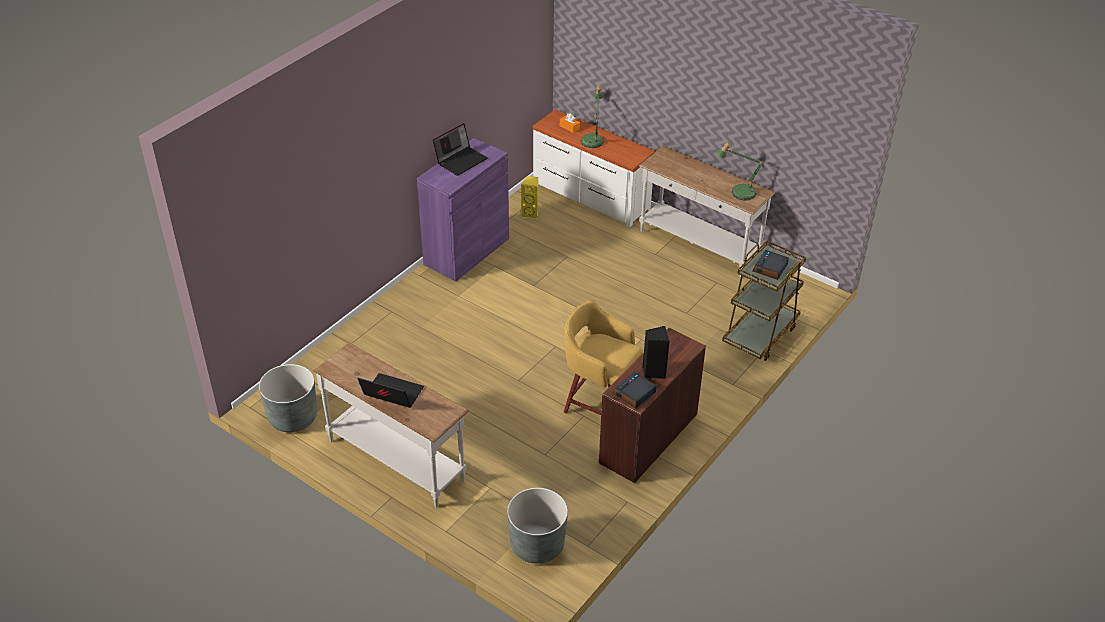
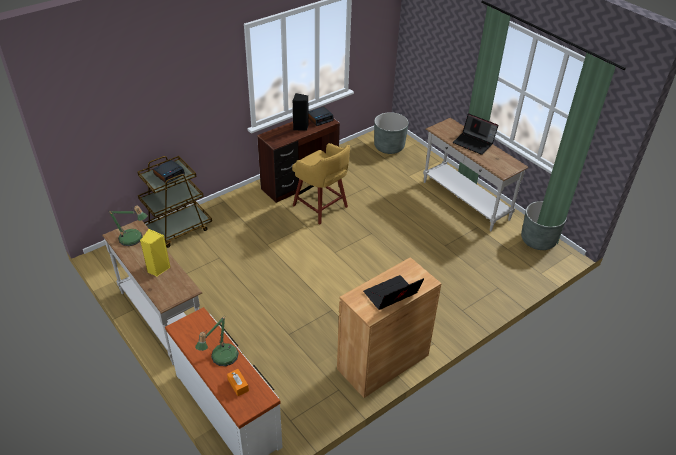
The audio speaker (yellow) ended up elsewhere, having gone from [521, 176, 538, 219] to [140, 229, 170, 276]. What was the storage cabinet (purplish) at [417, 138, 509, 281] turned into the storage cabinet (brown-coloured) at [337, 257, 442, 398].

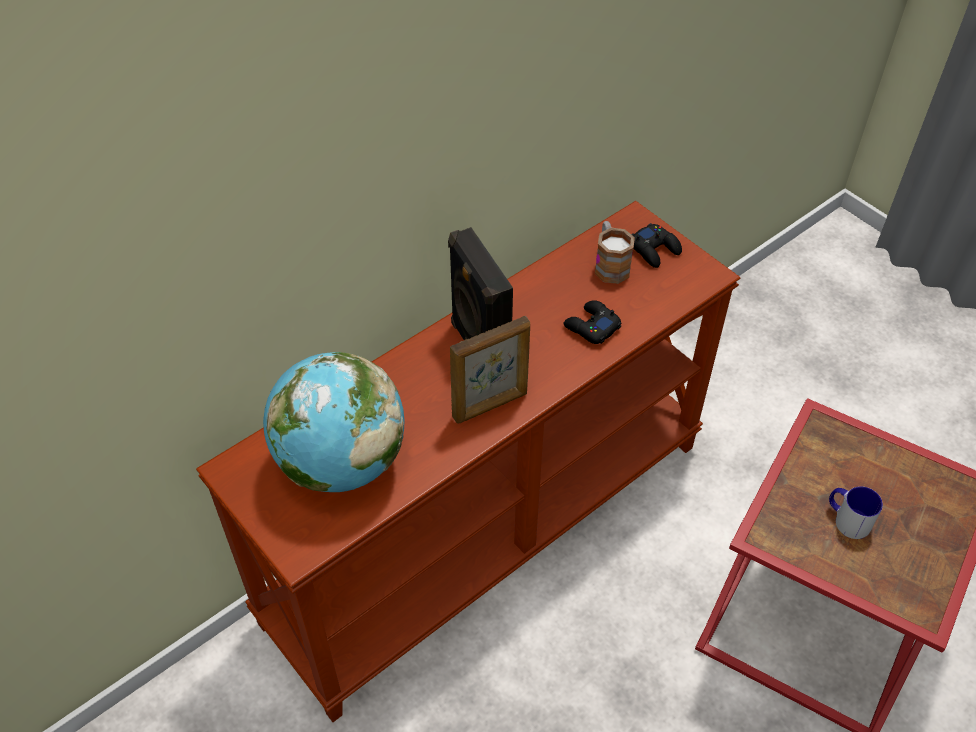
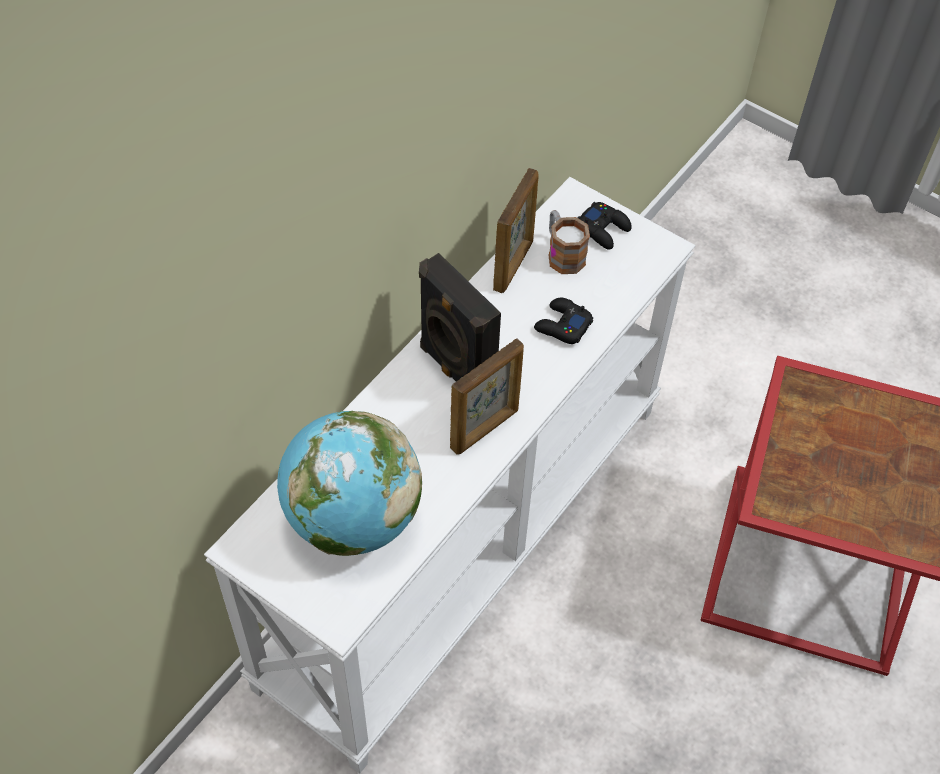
What was the hall table (brown-coloured) at [196, 201, 740, 722] turned into the hall table (white) at [204, 177, 695, 774]. The second view gained the standing frame at [493, 168, 539, 293]. The second view lost the tea mug at [829, 486, 883, 539].

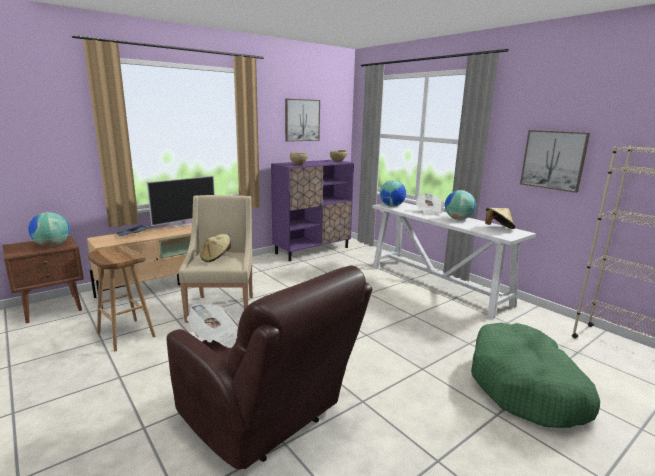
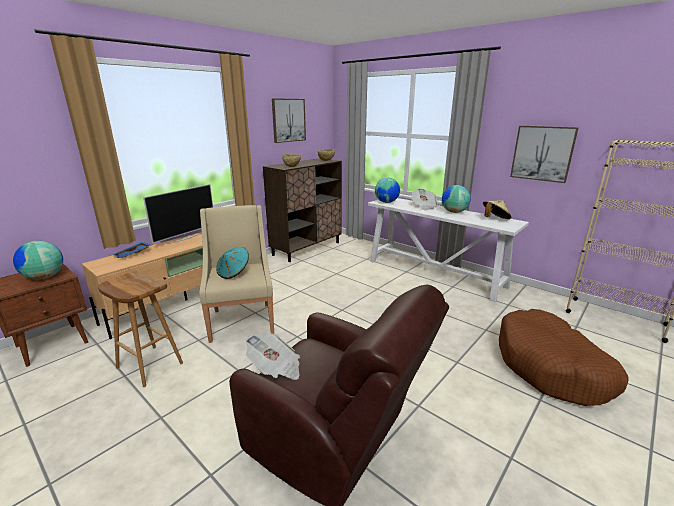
What was the hat (beige) at [200, 234, 231, 262] turned into the hat (turquoise) at [216, 247, 249, 279]. What was the storage cabinet (purplish) at [271, 160, 354, 261] turned into the storage cabinet (brown-coloured) at [263, 158, 342, 262]. What was the pet bed (green) at [471, 323, 600, 428] turned into the pet bed (brown-coloured) at [499, 309, 629, 406].

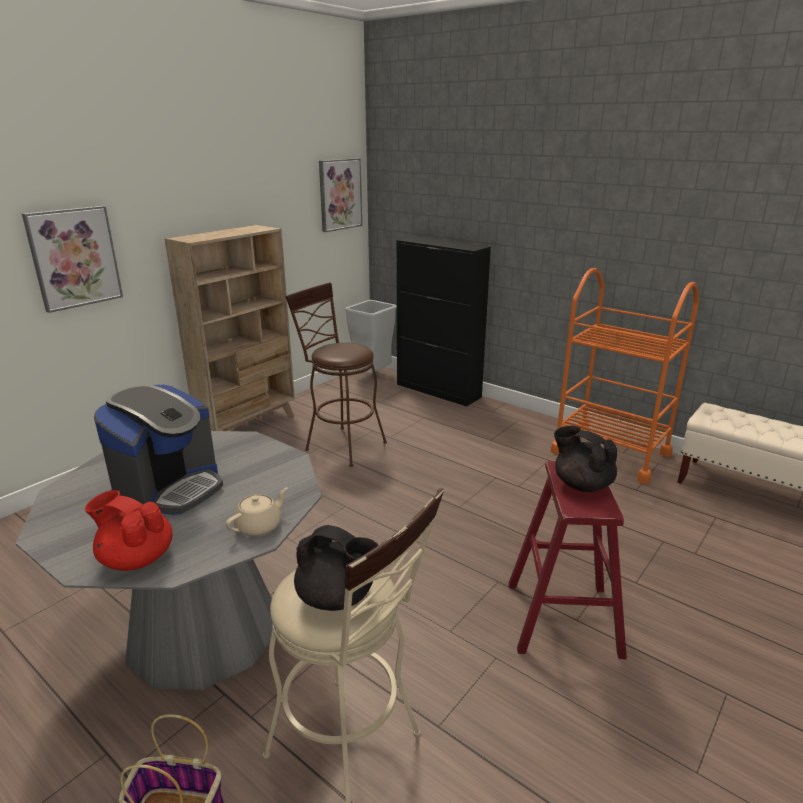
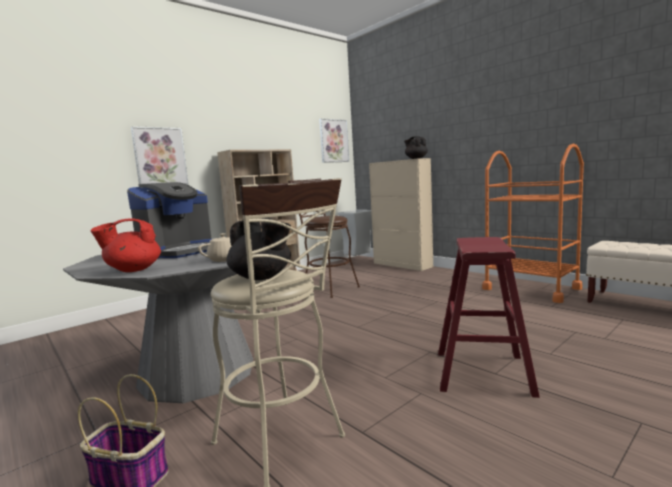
The tea pot (red-coloured) at [85, 490, 173, 571] ended up facing another way, 60 degrees counterclockwise from before. What was the storage cabinet (black-coloured) at [397, 236, 491, 407] turned into the storage cabinet (beige) at [369, 158, 433, 271]. The tea pot (black-coloured) ended up elsewhere, having gone from [554, 426, 617, 492] to [404, 136, 428, 159].

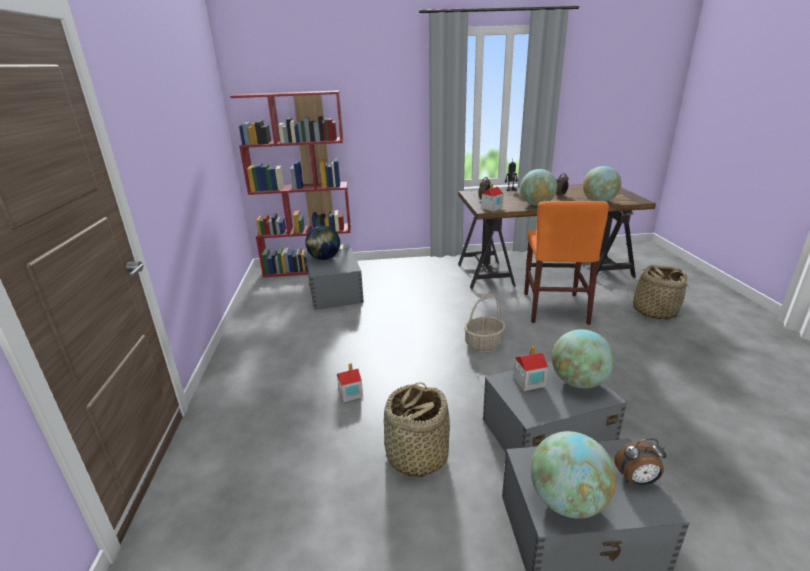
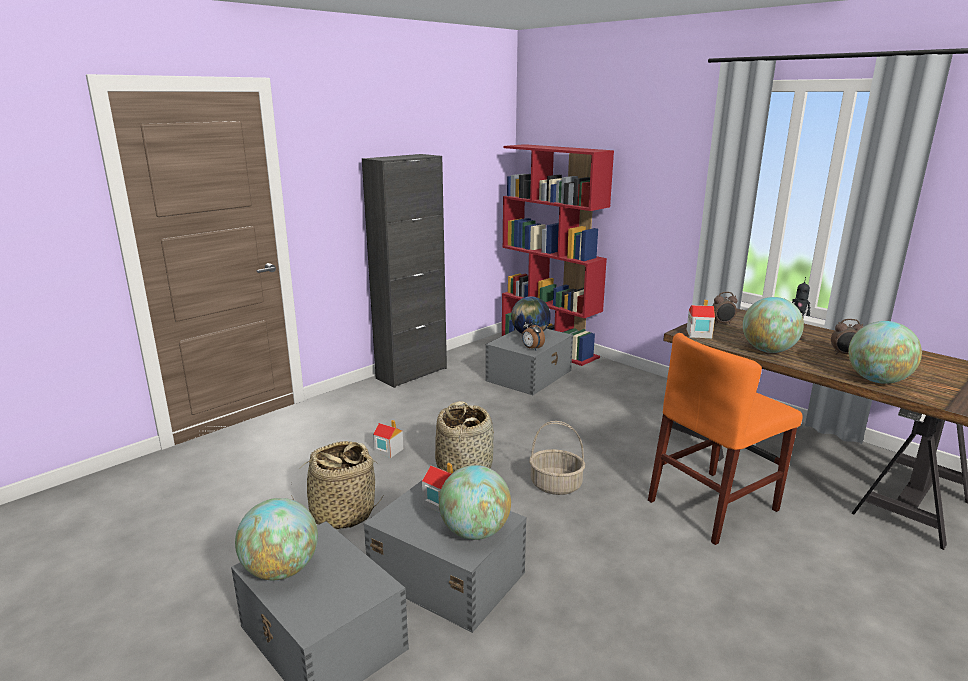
The second view gained the storage cabinet (black-coloured) at [362, 154, 447, 388]. The storage basket ended up elsewhere, having gone from [627, 265, 690, 320] to [435, 401, 494, 473]. The alarm clock ended up elsewhere, having gone from [614, 439, 666, 486] to [522, 319, 545, 350].

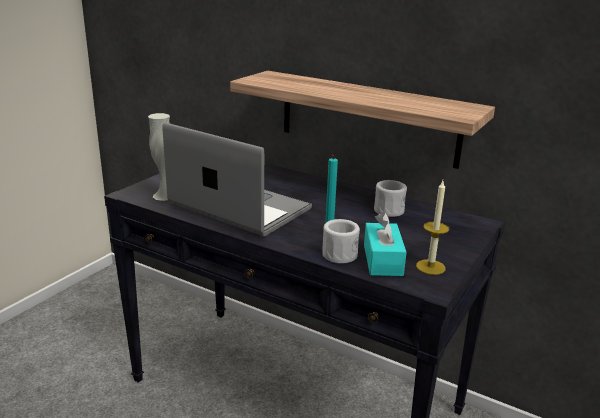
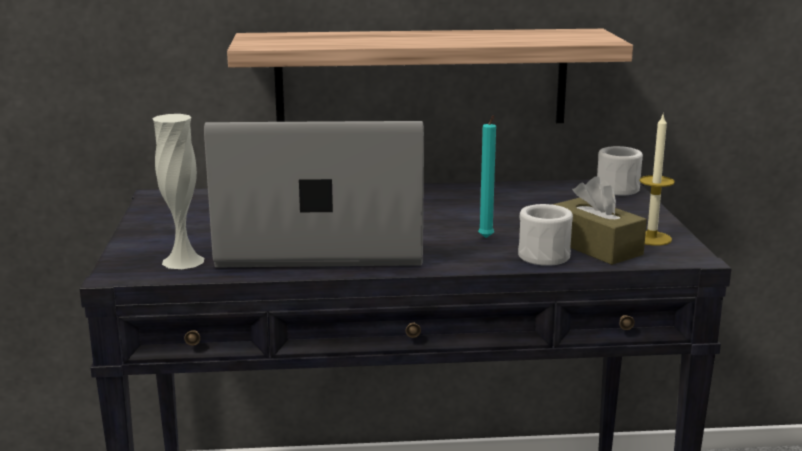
What was the box of tissues (turquoise) at [364, 212, 407, 276] turned into the box of tissues (brown-coloured) at [552, 177, 647, 265]. The tea mug (white) ended up elsewhere, having gone from [374, 180, 407, 217] to [597, 146, 643, 196].

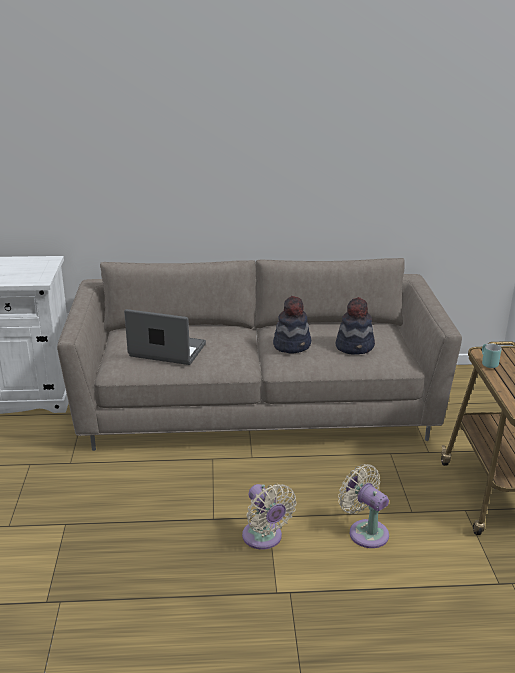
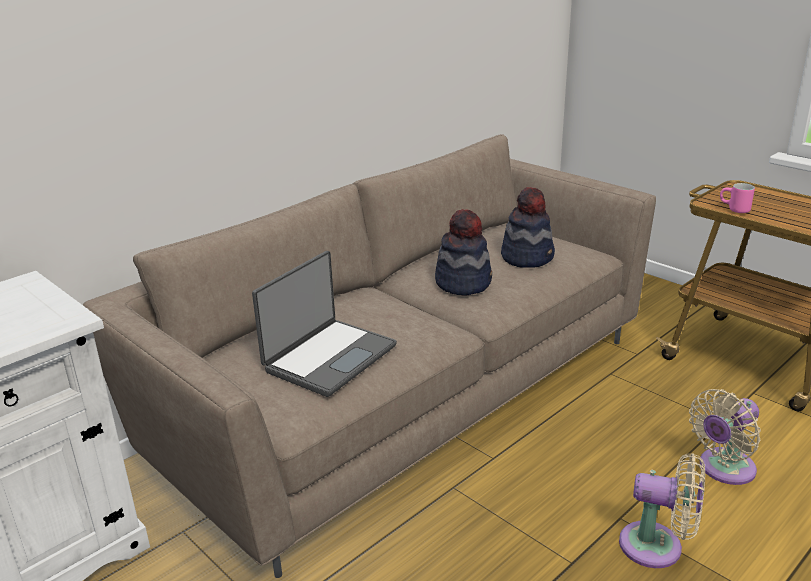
The notebook computer at [124, 309, 206, 365] ended up facing another way, 150 degrees clockwise from before. The electric fan (beige) at [338, 464, 389, 548] ended up facing another way, 45 degrees counterclockwise from before. What was the tea mug (turquoise) at [482, 343, 502, 368] turned into the tea mug (pinkish) at [720, 183, 755, 213].

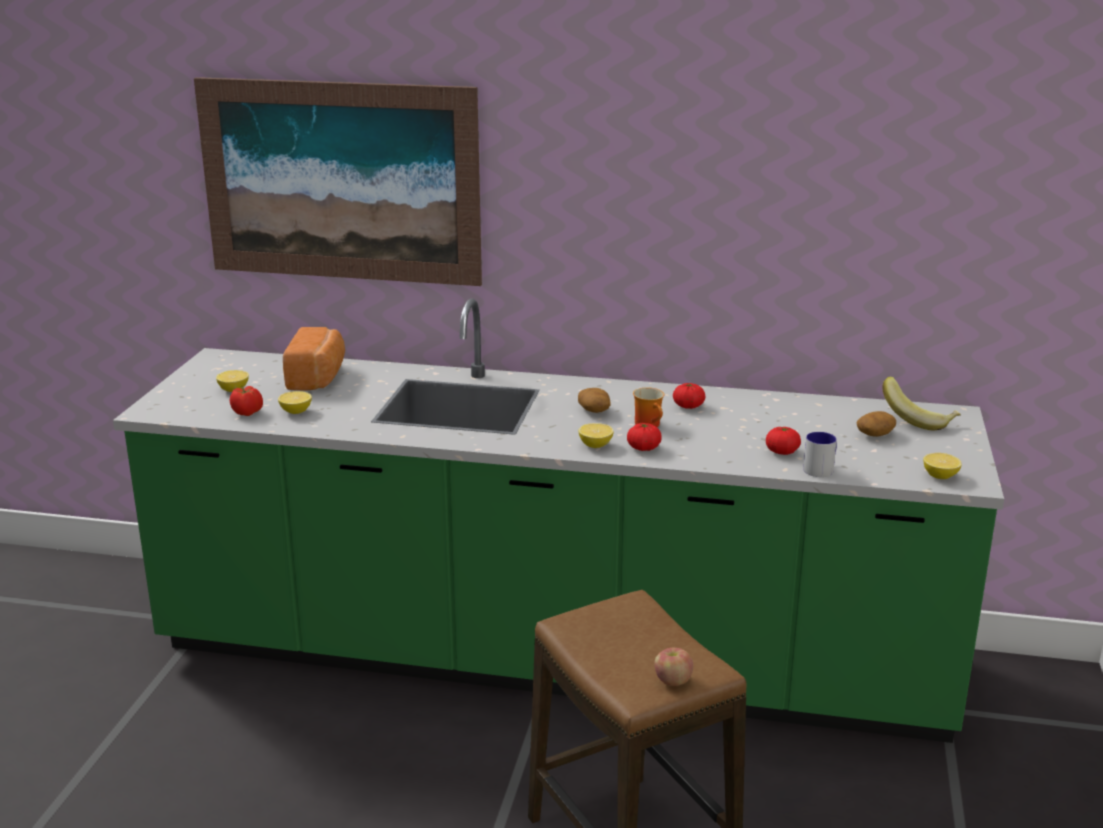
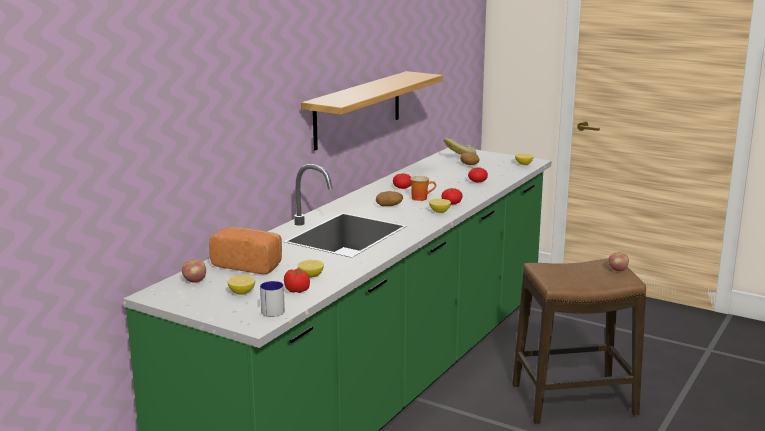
The second view gained the apple at [182, 259, 206, 282]. The tea mug ended up elsewhere, having gone from [803, 432, 837, 477] to [260, 281, 285, 317]. The second view gained the bracket shelf at [301, 71, 443, 150]. The second view lost the picture at [194, 77, 482, 286].

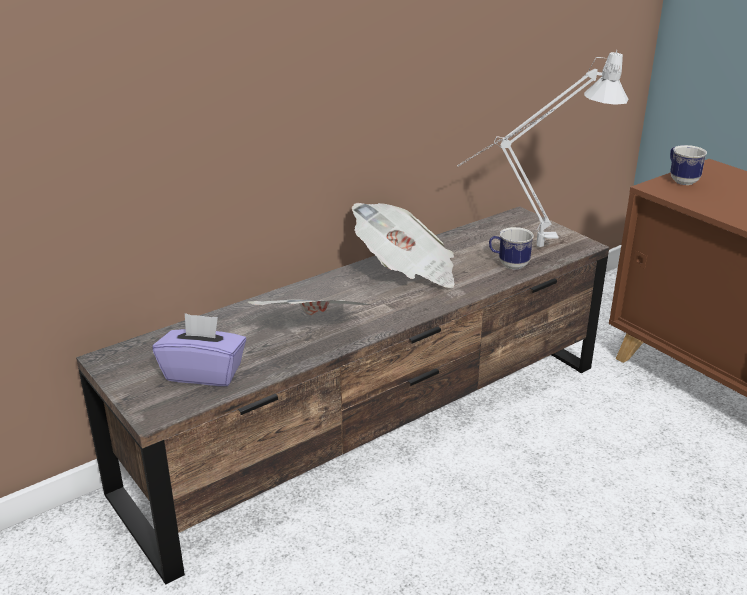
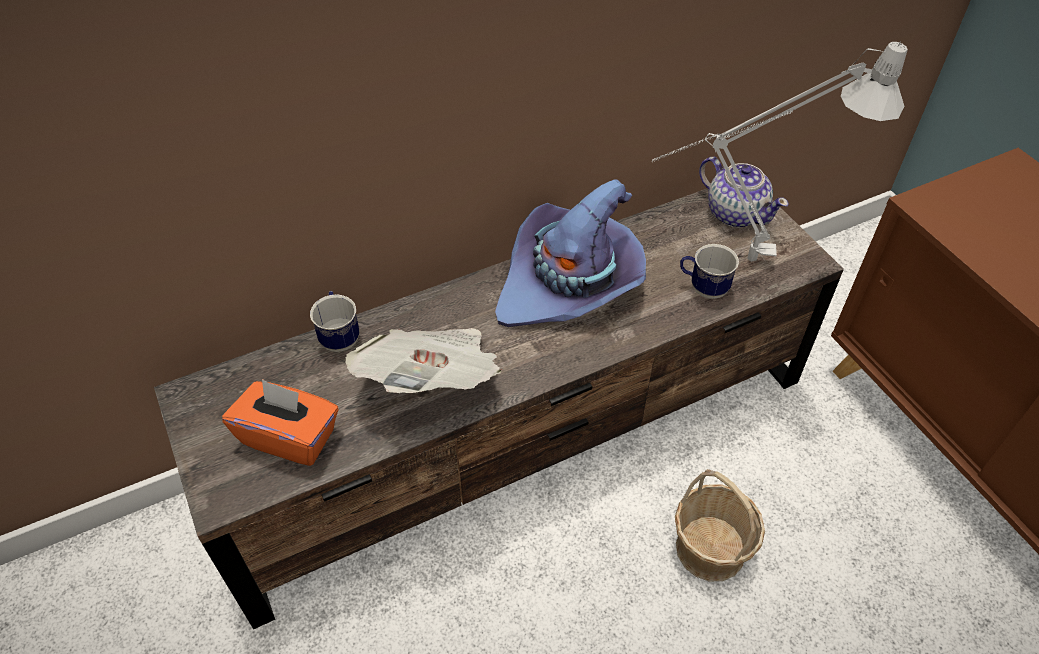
What was the box of tissues (purplish) at [152, 313, 246, 386] turned into the box of tissues (orangey) at [222, 379, 338, 466]. The tea mug ended up elsewhere, having gone from [670, 145, 707, 185] to [310, 291, 359, 352]. Where the newspaper stood at [352, 203, 454, 288], the hat (purplish) came to stand at [495, 179, 646, 327]. The second view gained the storage basket at [675, 469, 765, 581]. The second view gained the tea pot at [699, 157, 789, 227].

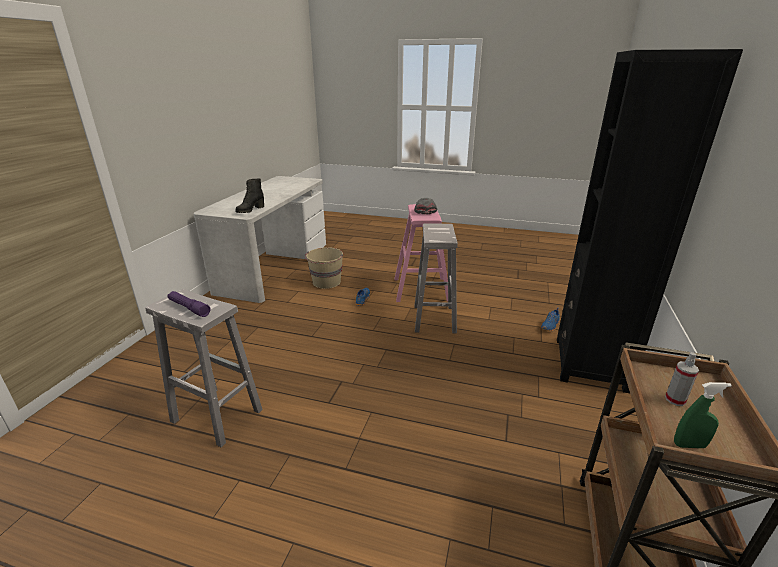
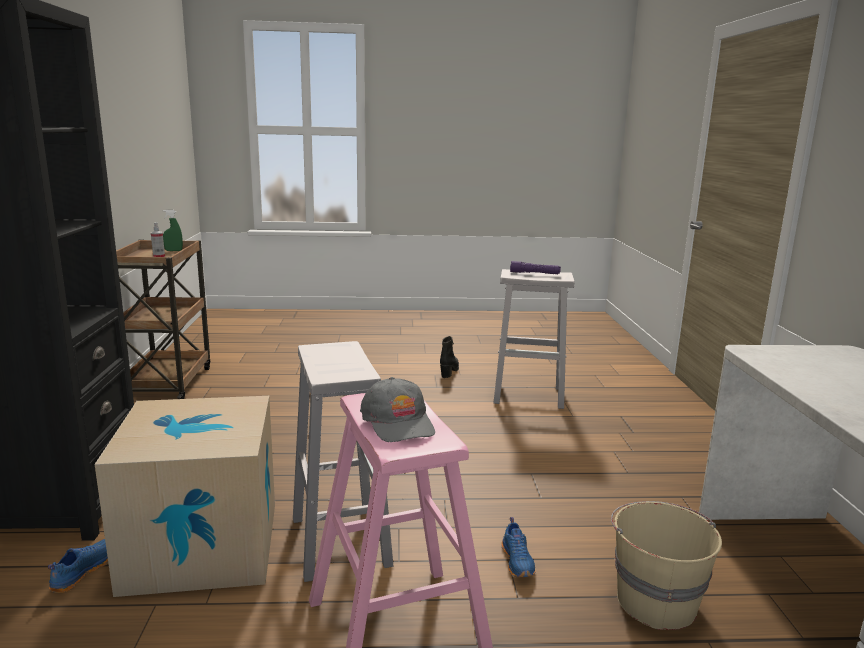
The second view gained the packing box at [95, 396, 275, 597]. The boot (black-coloured) ended up elsewhere, having gone from [235, 179, 264, 213] to [440, 336, 459, 378].

